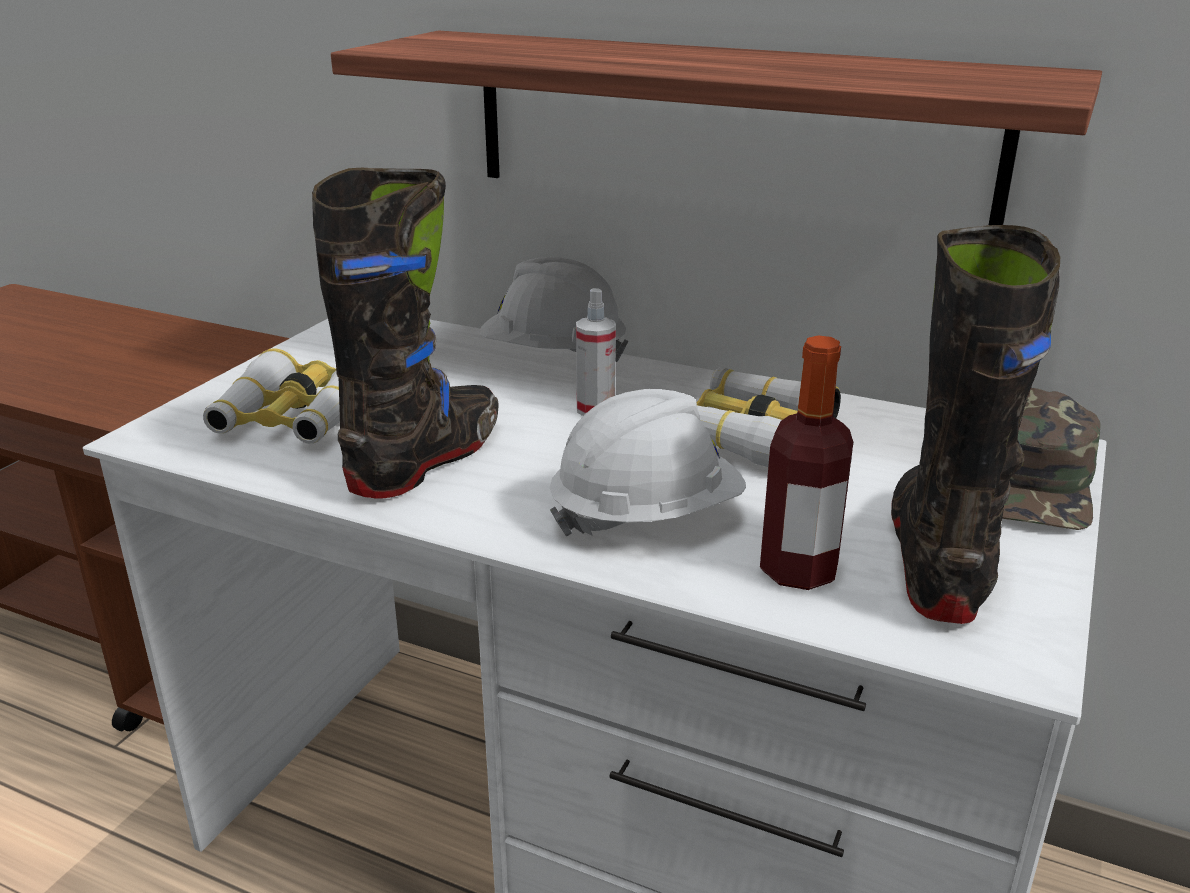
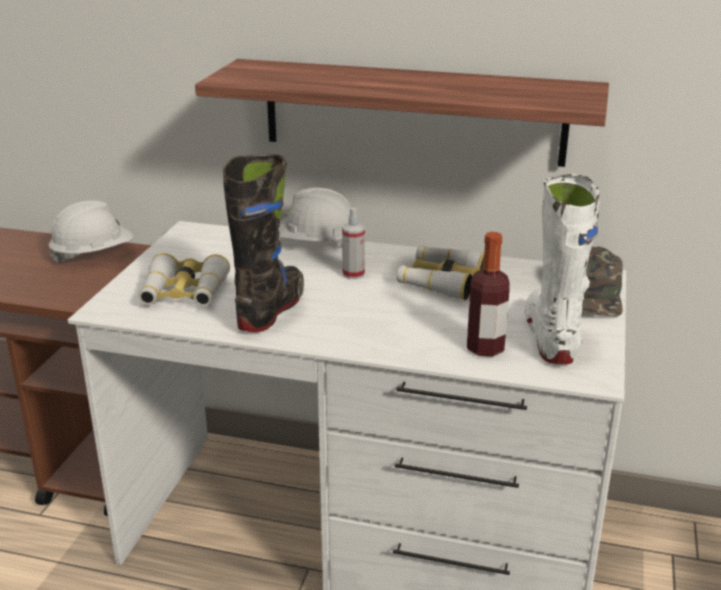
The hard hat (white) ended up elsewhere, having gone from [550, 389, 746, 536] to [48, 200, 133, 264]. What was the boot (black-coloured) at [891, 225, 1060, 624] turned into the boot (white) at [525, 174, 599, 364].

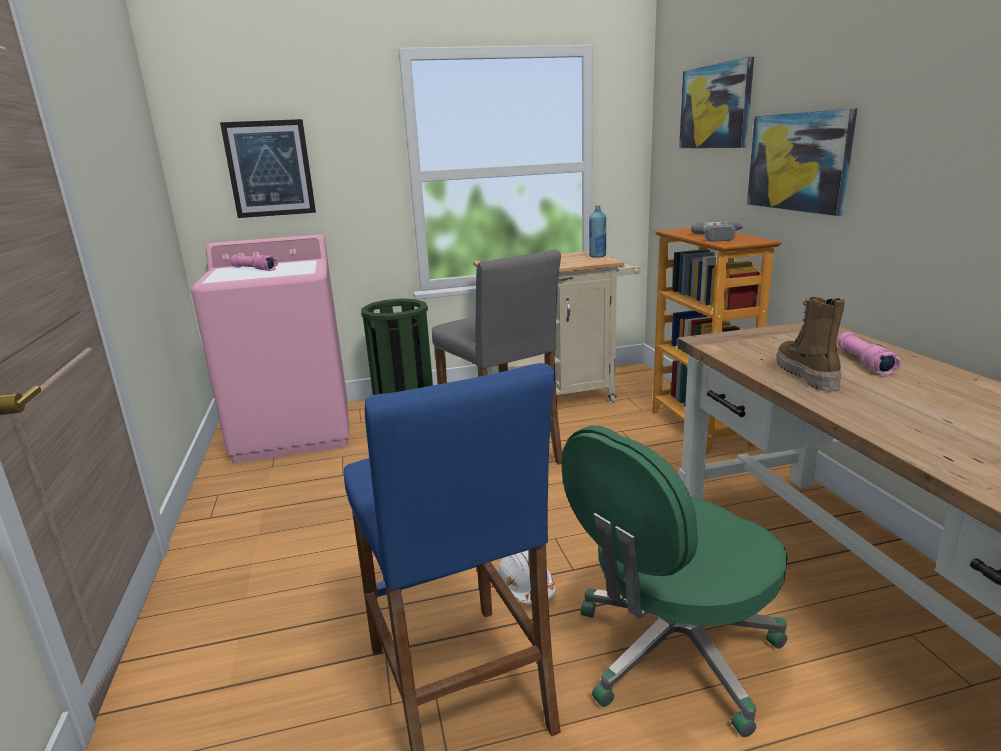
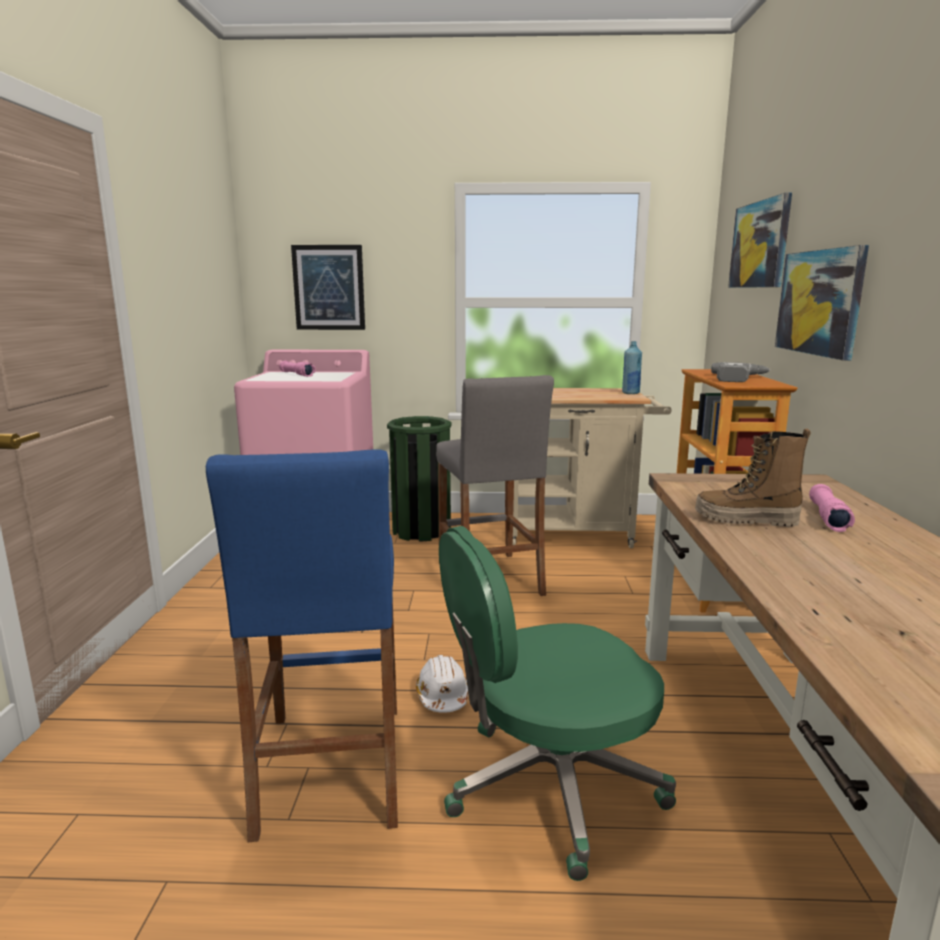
The boot at [777, 297, 845, 392] ended up facing another way, 90 degrees counterclockwise from before.

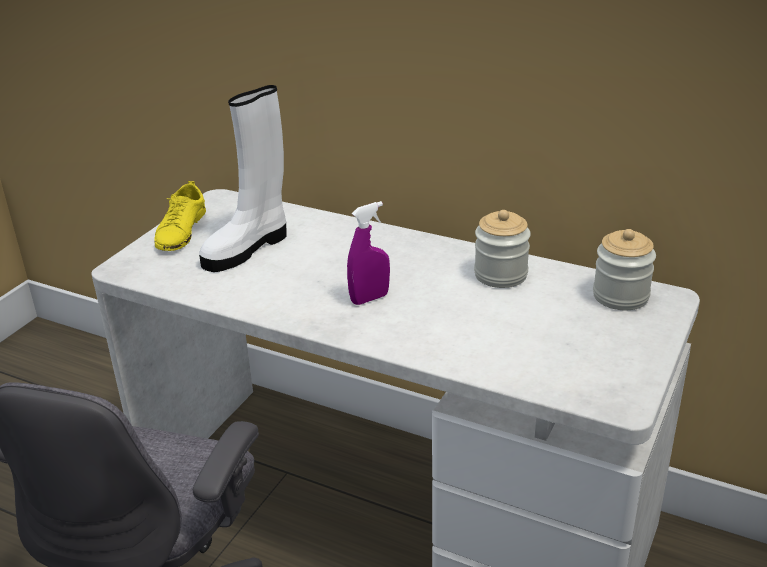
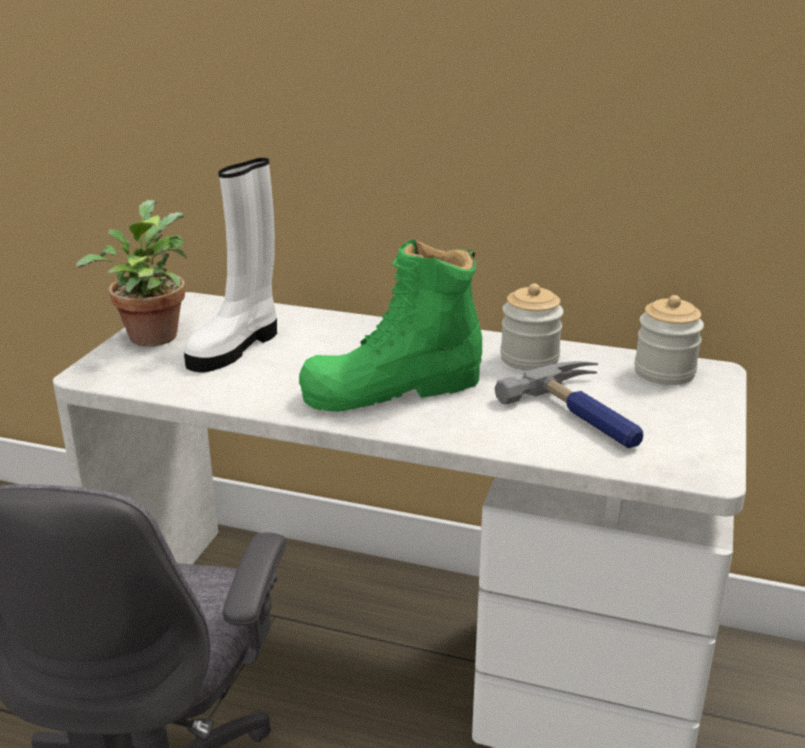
Where the low shoe (yellow) stood at [154, 181, 206, 251], the houseplant came to stand at [76, 200, 187, 346]. Where the hand sprayer (purplish) stood at [347, 201, 390, 305], the boot (green) came to stand at [299, 239, 482, 412]. The second view gained the tool hammer at [494, 361, 643, 448].

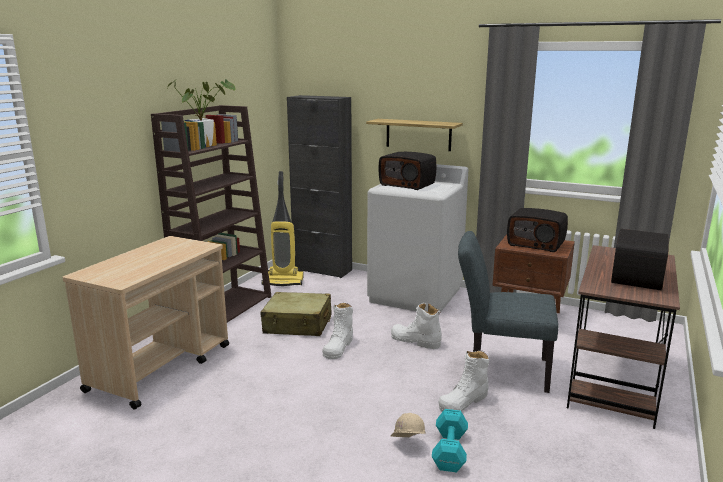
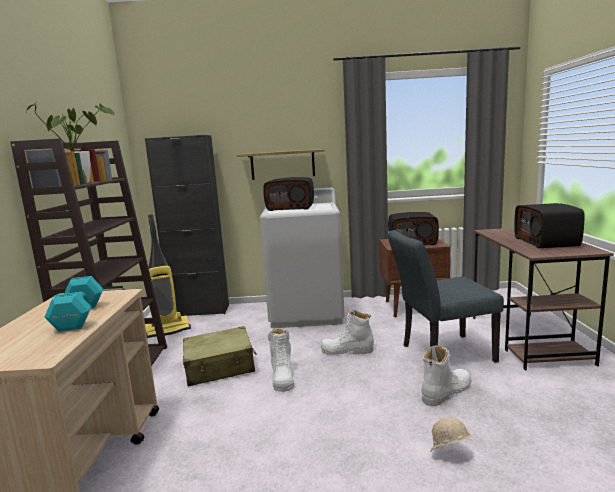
The hand weight (turquoise) ended up elsewhere, having gone from [432, 409, 468, 473] to [44, 276, 103, 332]. The boot (white) at [439, 351, 489, 412] ended up facing another way, 150 degrees counterclockwise from before.

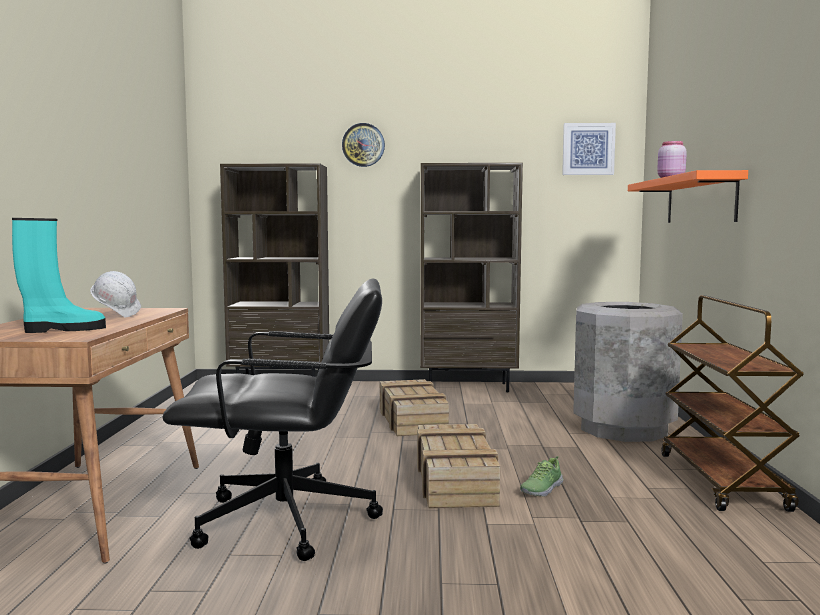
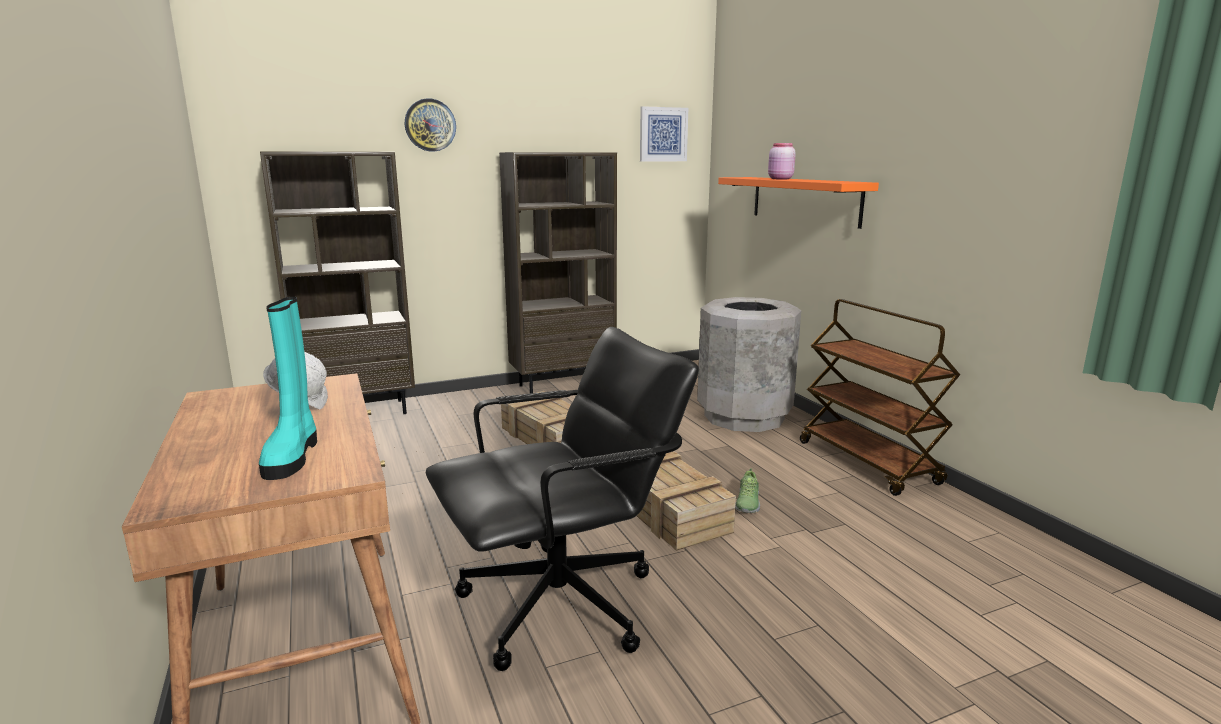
The boot (turquoise) at [12, 218, 106, 333] ended up facing another way, 135 degrees clockwise from before.

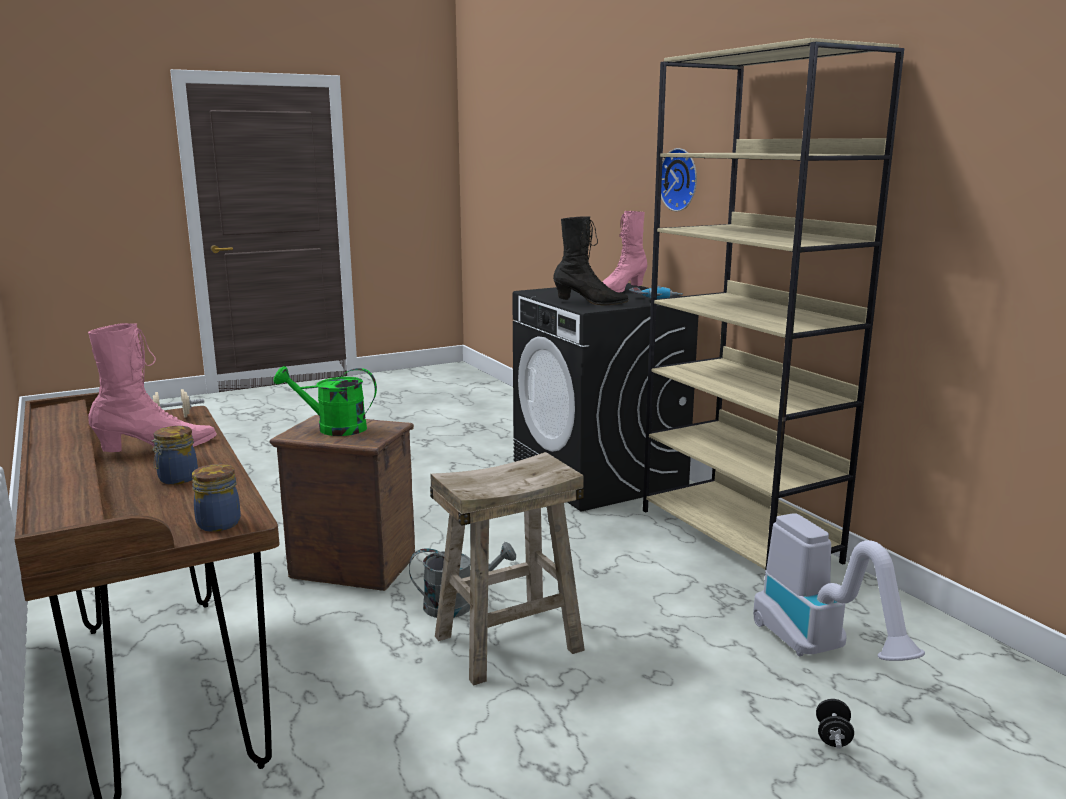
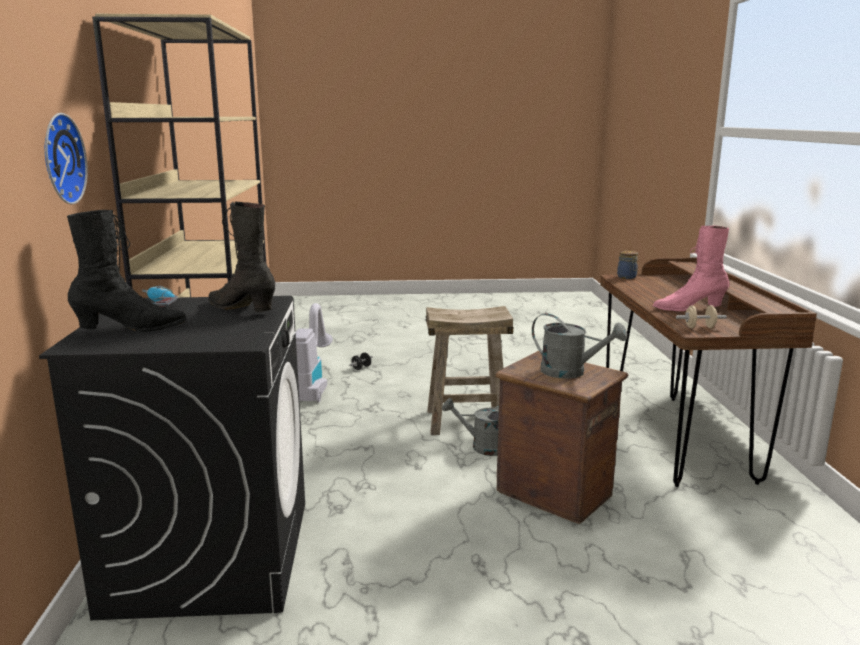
What was the boot (pinkish) at [603, 211, 647, 293] turned into the boot (black-coloured) at [67, 210, 187, 332]. What was the watering can (green) at [274, 366, 377, 436] turned into the watering can (gray) at [532, 313, 627, 379]. The second view lost the storage jar at [152, 426, 198, 485].

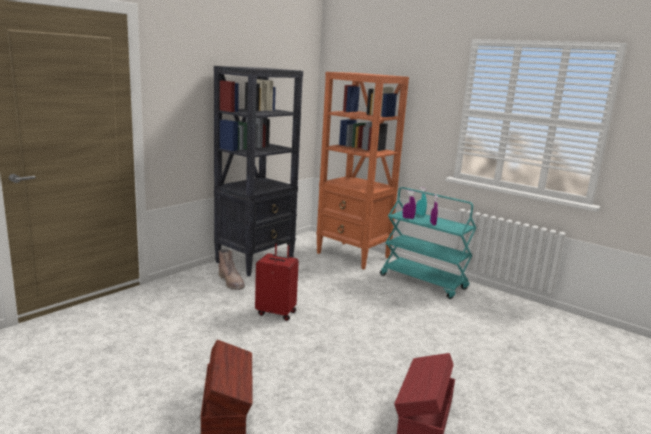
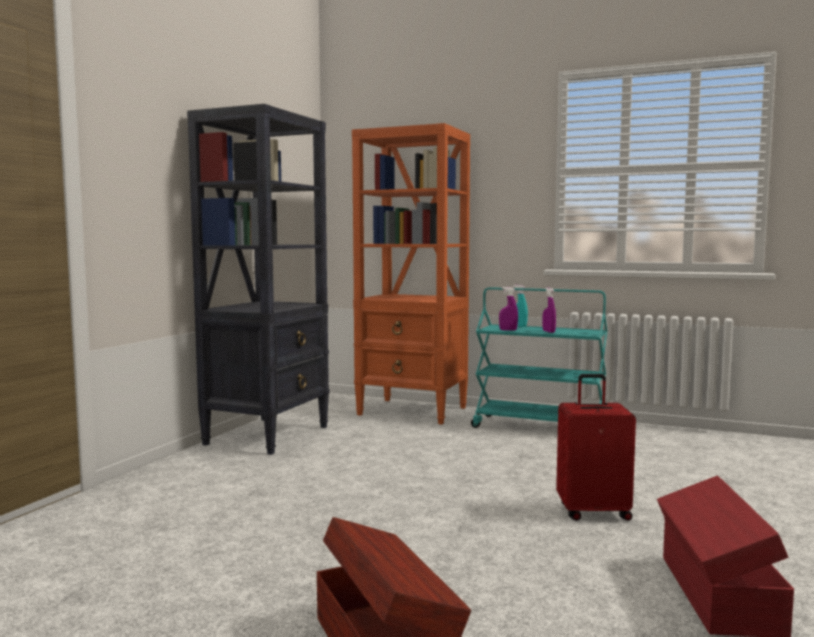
The travel case (red-coloured) ended up elsewhere, having gone from [255, 240, 299, 321] to [556, 374, 636, 521]. The second view lost the boot (brown-coloured) at [219, 249, 245, 290].

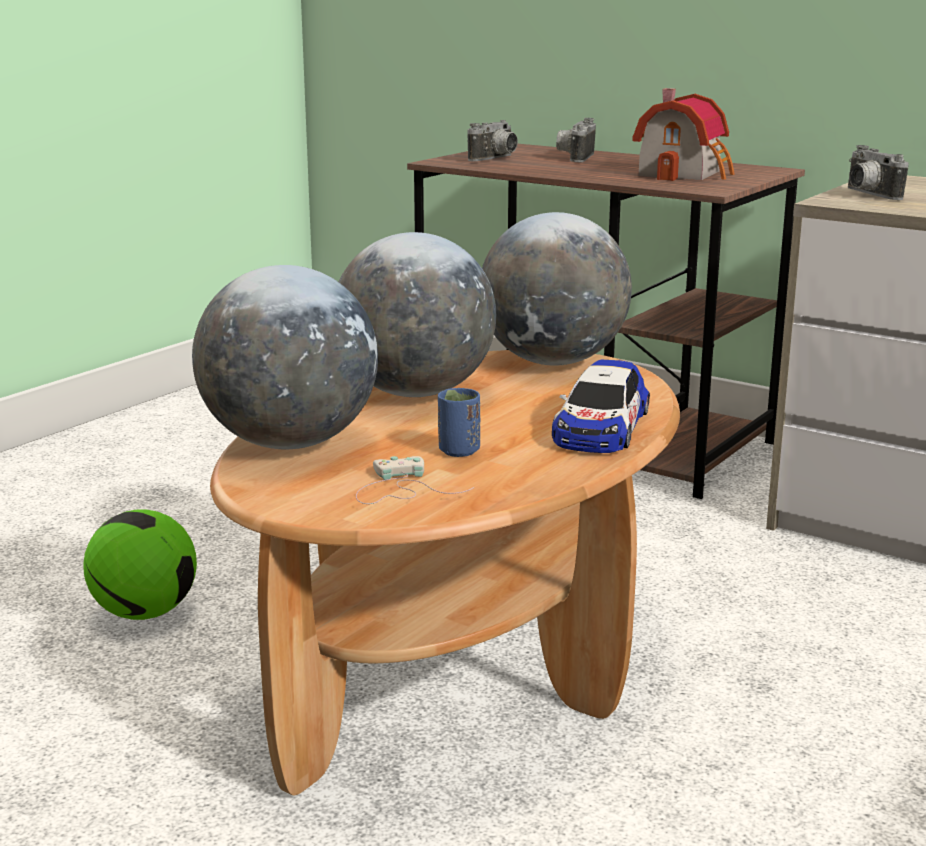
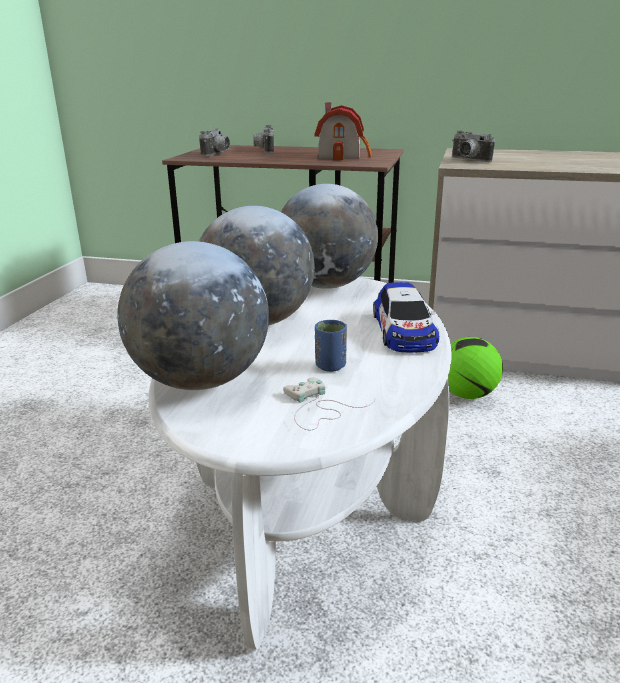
What was the low table (brown-coloured) at [210, 350, 680, 795] turned into the low table (white) at [149, 277, 452, 650]. The football ended up elsewhere, having gone from [83, 509, 197, 620] to [448, 337, 503, 399].

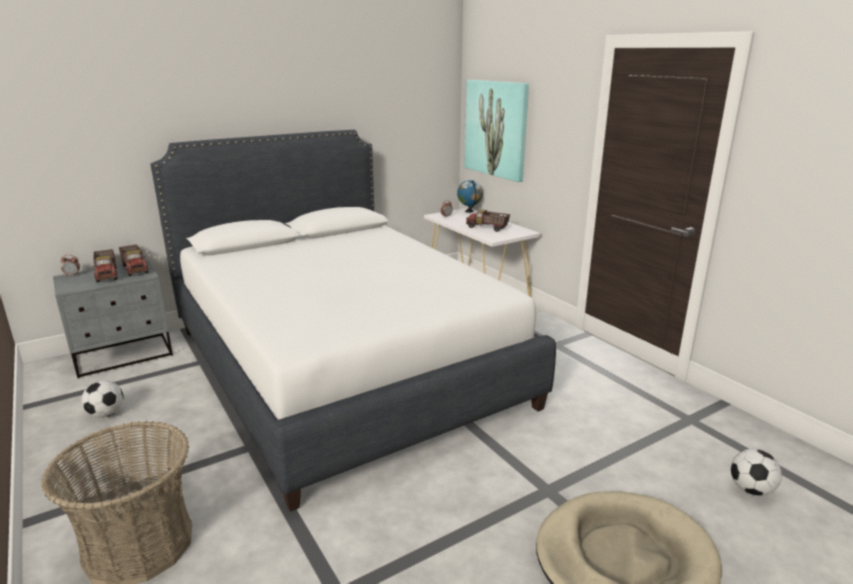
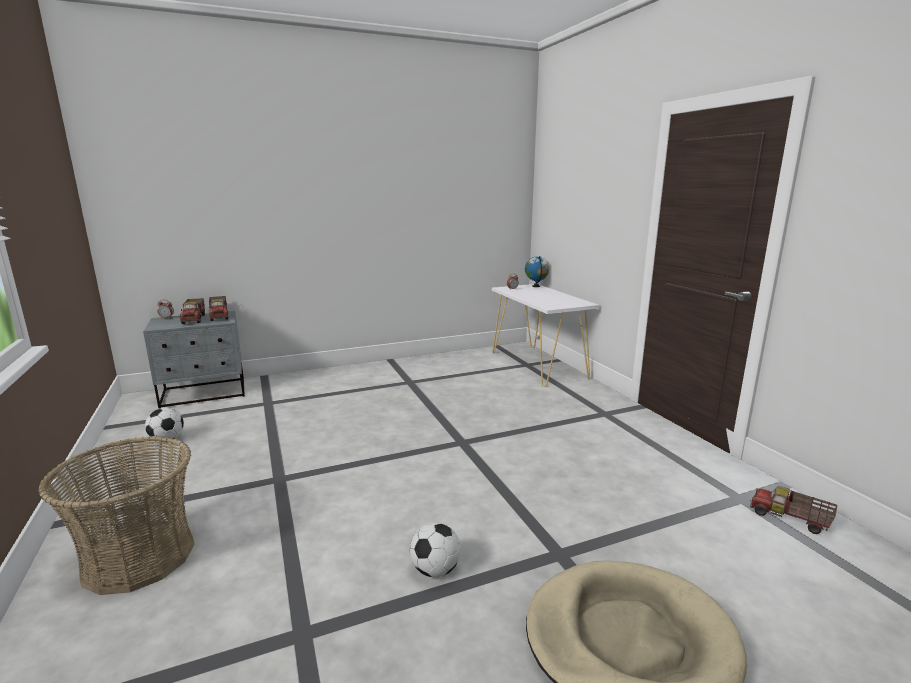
The football ended up elsewhere, having gone from [731, 449, 782, 496] to [410, 522, 461, 577]. The toy truck ended up elsewhere, having gone from [466, 210, 510, 232] to [750, 486, 838, 534]. The second view lost the bedroom bed (white) at [151, 130, 556, 512]. The second view lost the picture at [465, 80, 529, 182].

